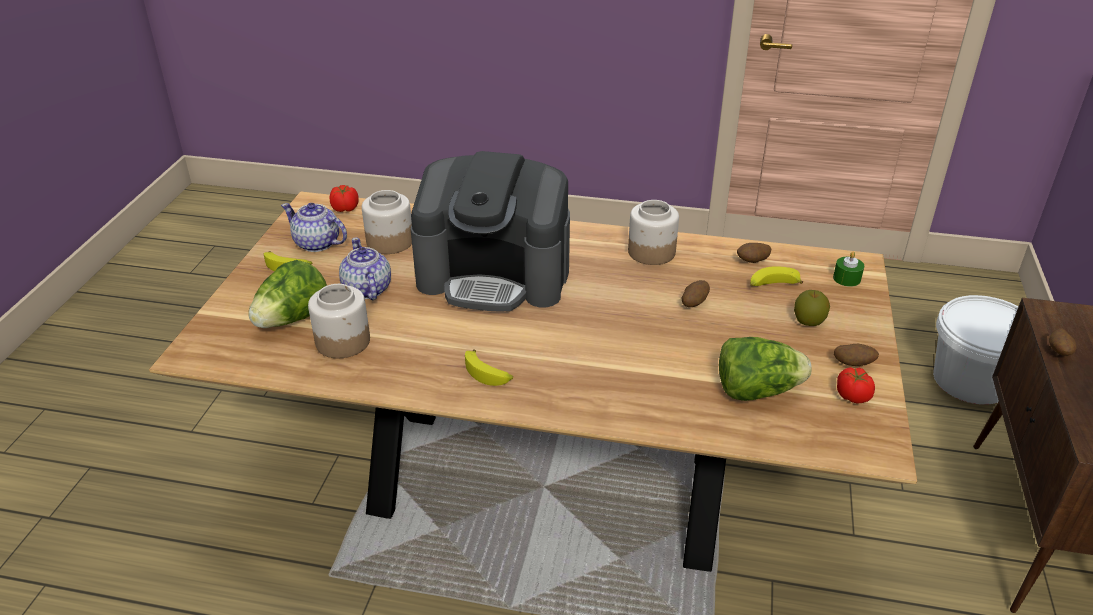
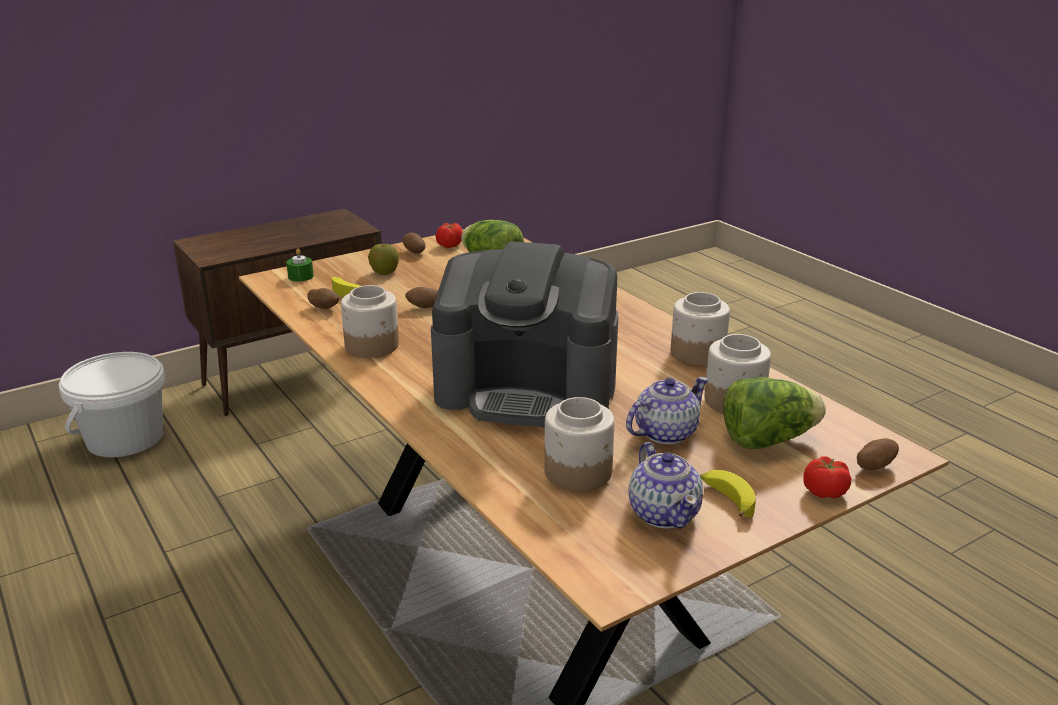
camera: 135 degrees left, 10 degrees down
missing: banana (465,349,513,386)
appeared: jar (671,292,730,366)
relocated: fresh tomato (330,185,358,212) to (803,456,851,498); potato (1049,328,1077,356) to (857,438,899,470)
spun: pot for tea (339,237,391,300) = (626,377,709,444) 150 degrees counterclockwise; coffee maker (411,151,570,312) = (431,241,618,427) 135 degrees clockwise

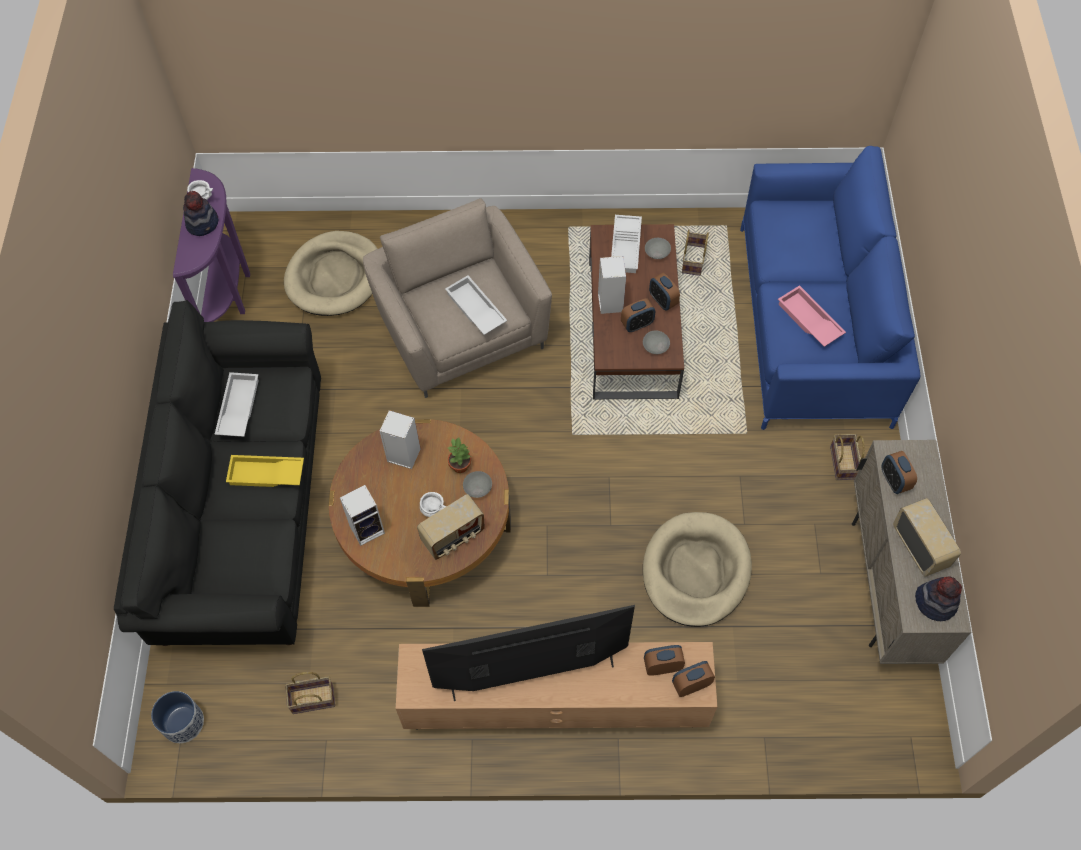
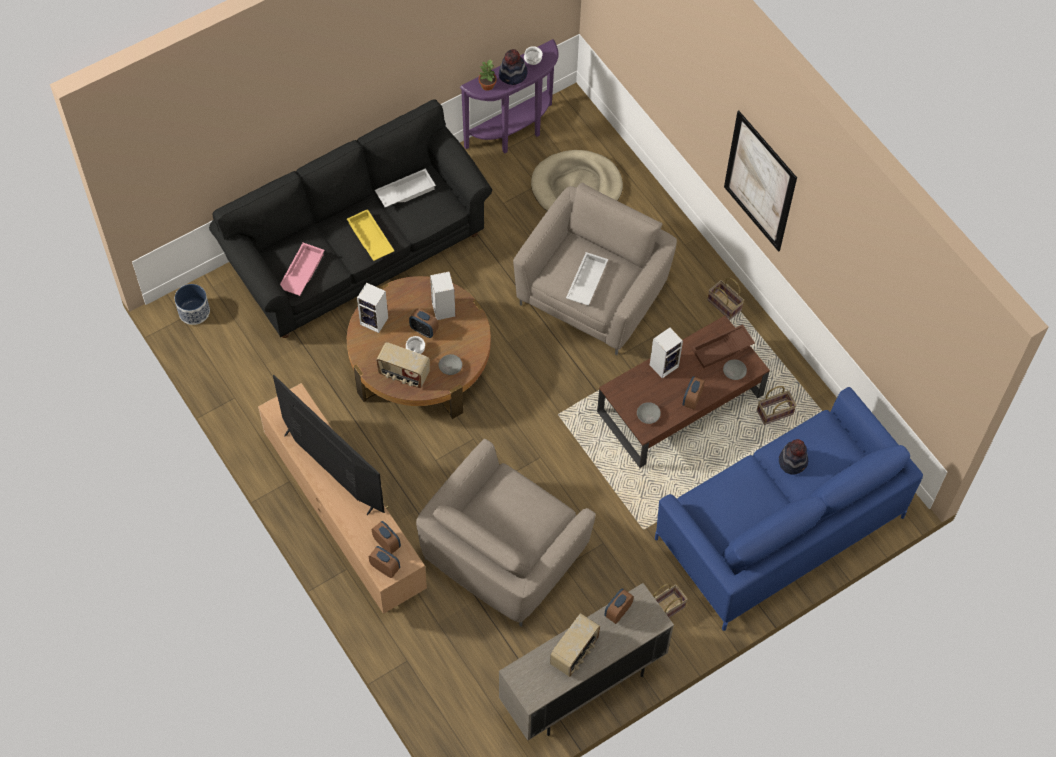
camera: 55 degrees right, 0 degrees up
appeared: wall art (724,110,797,252)
relocated: household basket (285,672,335,714) to (707,277,744,320); houseplant (448,438,471,473) to (479,60,497,91); table clock (621,298,655,332) to (409,308,439,338); tray (pink) (778,285,846,347) to (280,243,325,296); clothing hat (915,576,962,621) to (779,439,808,475)
exchanged: pet bed (sand-coloured) (643,512,752,627) to easy chair (sand-coloured) (416,439,596,627)
colour: tray (whitish) (611,215,642,273) to tray (brown-coloured) (692,325,755,368)

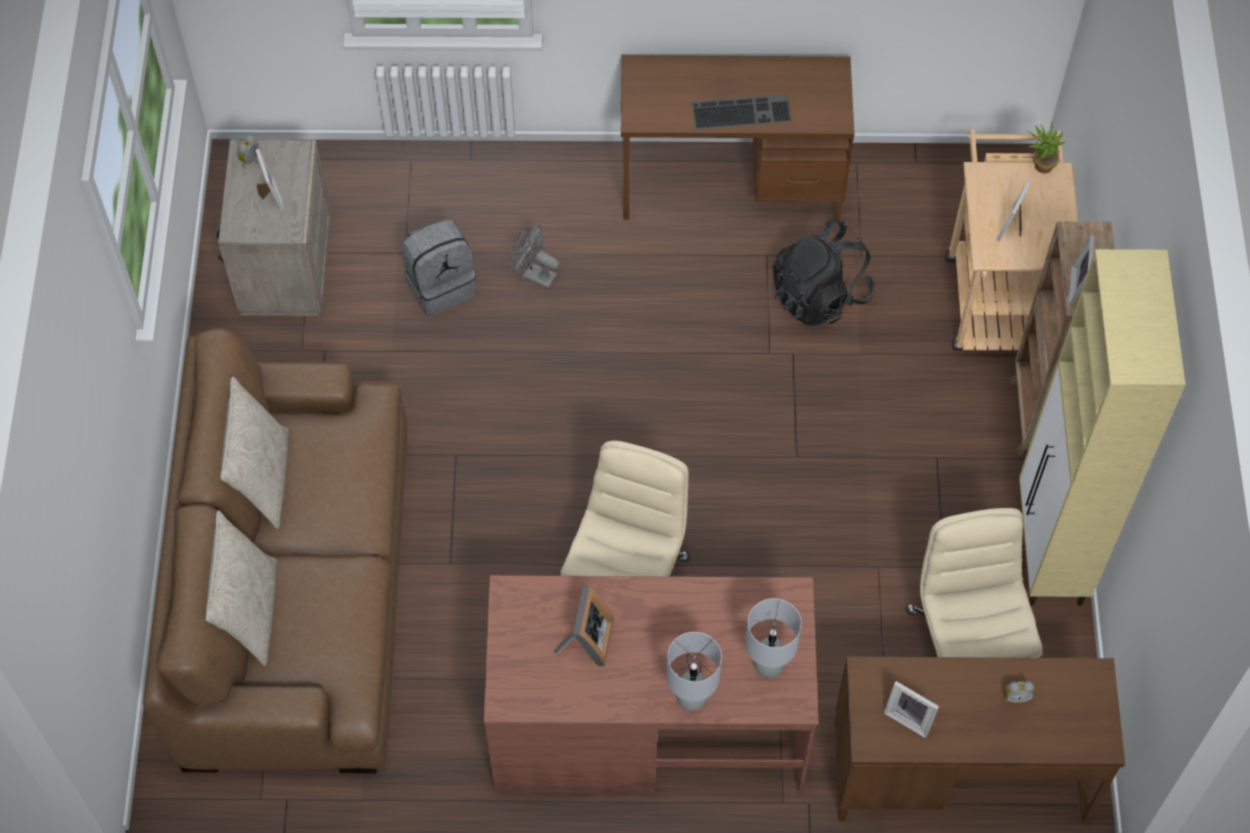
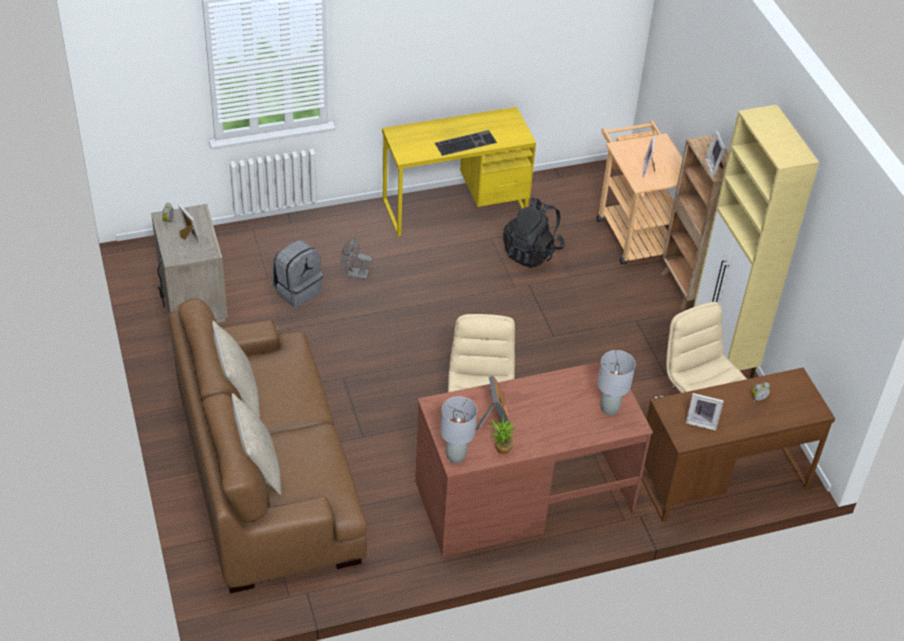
camera: 20 degrees left, 15 degrees down
relocated: tabletop lamp (grey) (667,632,722,711) to (440,396,477,463); houseplant (1027,121,1066,173) to (487,414,517,454)
colour: desk table (brown-coloured) (621,55,855,221) to desk table (yellow-coloured) (382,107,536,236)

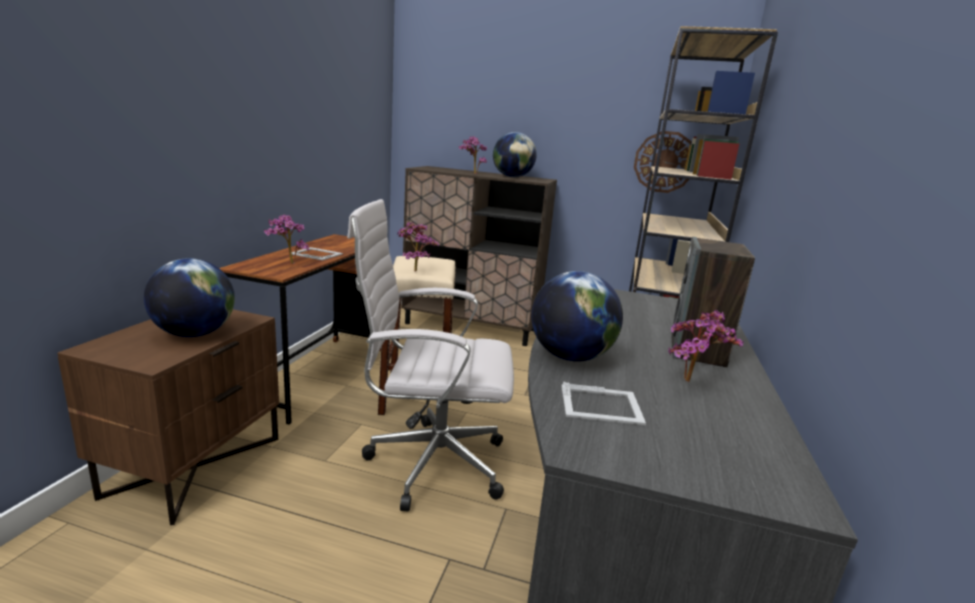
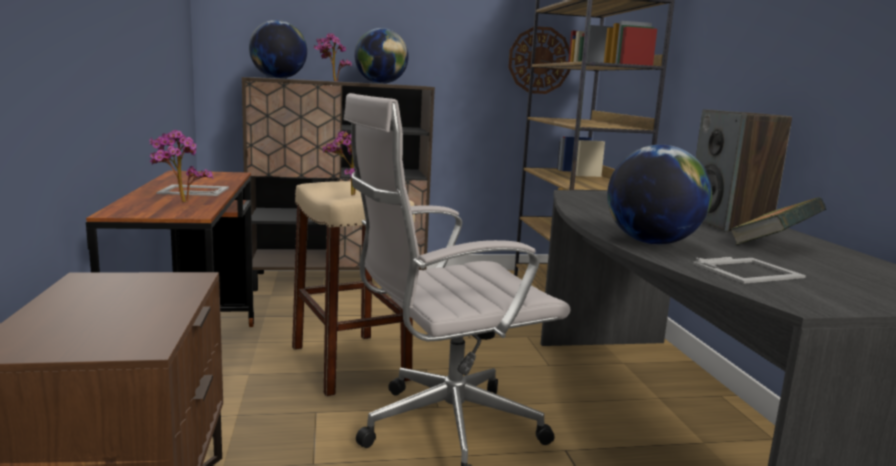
camera: 25 degrees left, 5 degrees down
relocated: desk globe (144,258,235,337) to (249,20,307,79)
exchanged: houseplant (668,310,744,382) to volume (729,197,826,245)

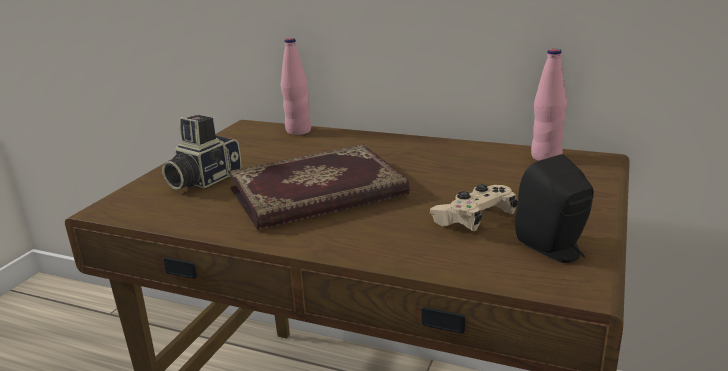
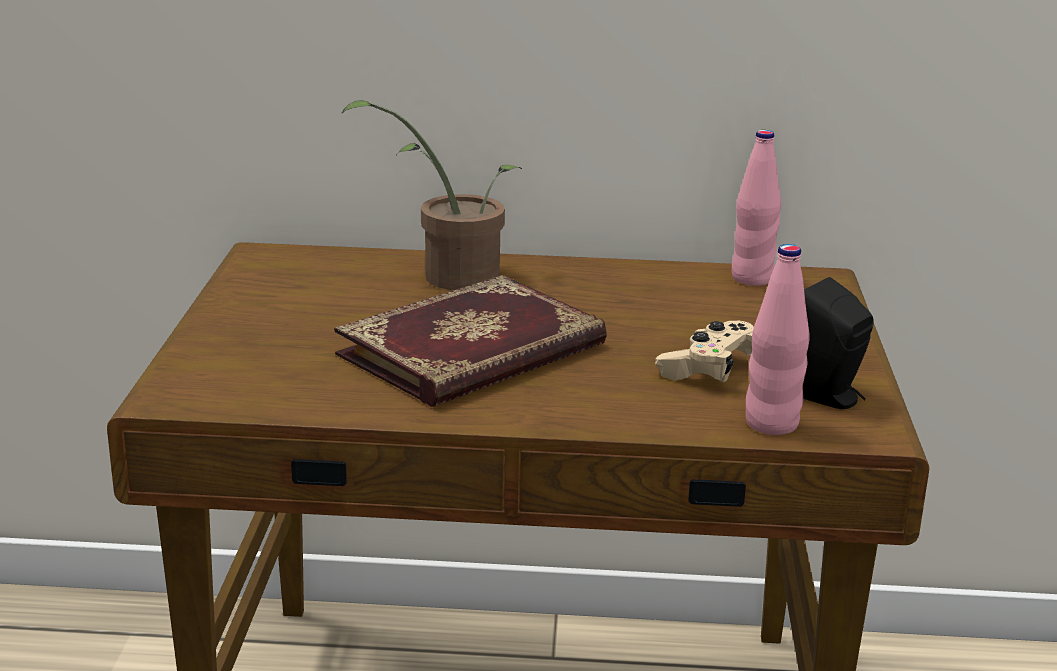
camera: 20 degrees left, 0 degrees up
missing: still camera (162,115,242,190)
appeared: houseplant (341,100,523,290)
relocated: bottle (pink) (281,38,311,135) to (746,244,810,435)

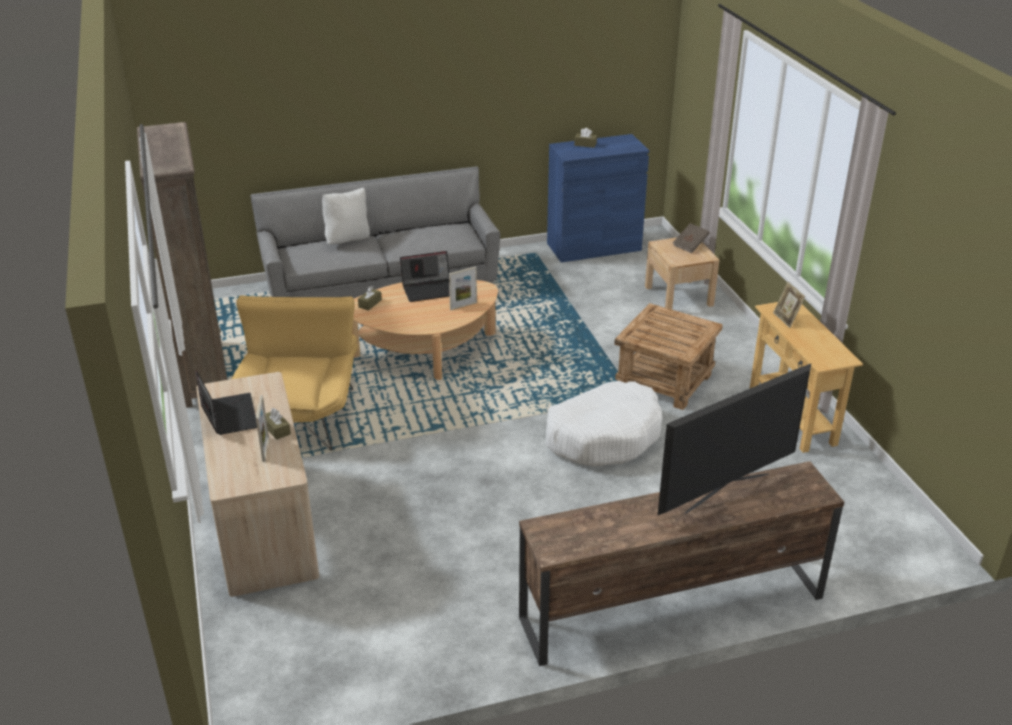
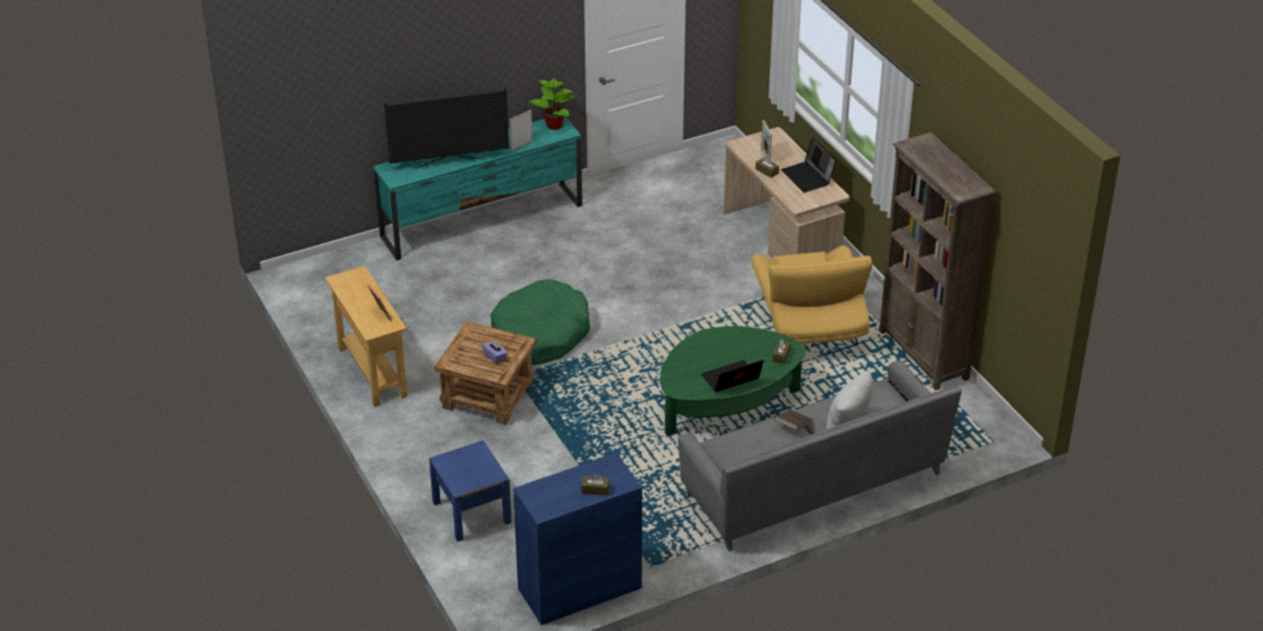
camera: 170 degrees right, 5 degrees up
appeared: box of tissues (purple) (482,340,508,364); houseplant (528,78,576,130)
relocated: picture frame (449,266,477,310) to (509,110,533,151); volume (brown-coloured) (673,223,710,253) to (774,410,813,430)
colour: coffee table (sand-coloured) (352,280,498,380) to coffee table (green) (660,326,806,435); tv stand (brown-coloured) (519,461,844,666) to tv stand (turquoise) (373,116,582,260); pet bed (whitish) (546,381,663,466) to pet bed (green) (490,279,590,365); night table (sand-coloured) (645,238,719,309) to night table (blue) (429,440,512,542)
spun: TV set (657,364,811,516) = (384,88,509,169) 150 degrees counterclockwise

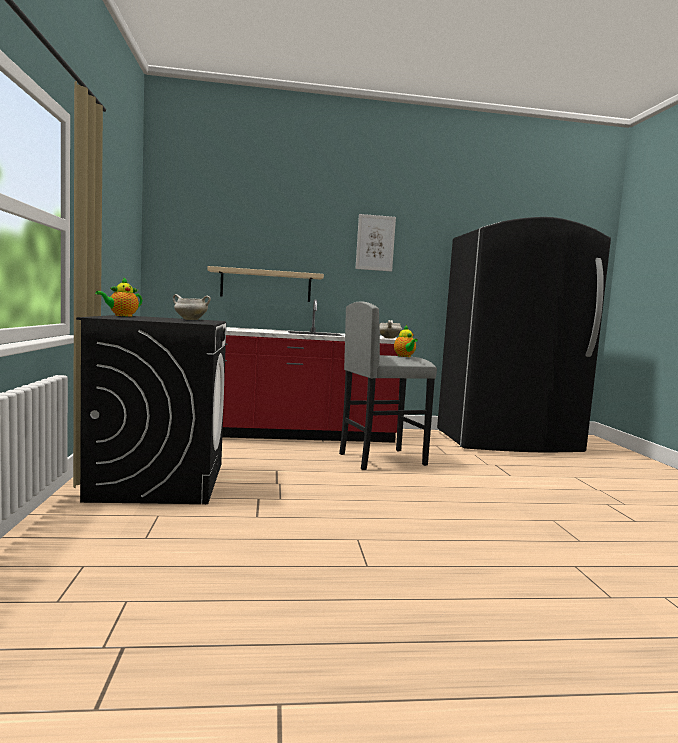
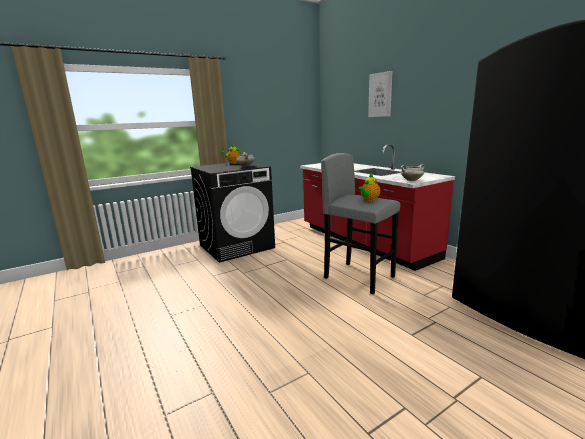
camera: 65 degrees right, 10 degrees up
missing: bracket shelf (sand-coloured) (207,266,324,302)
relocated: wall art (355,214,396,271) to (368,71,393,117)

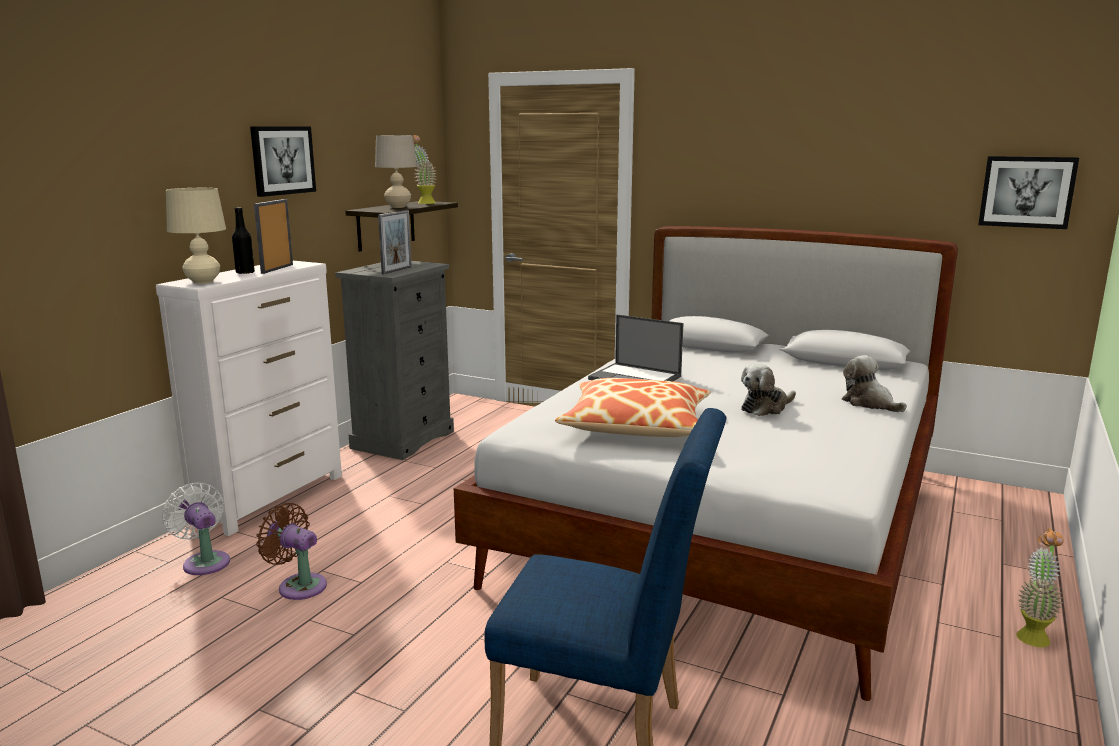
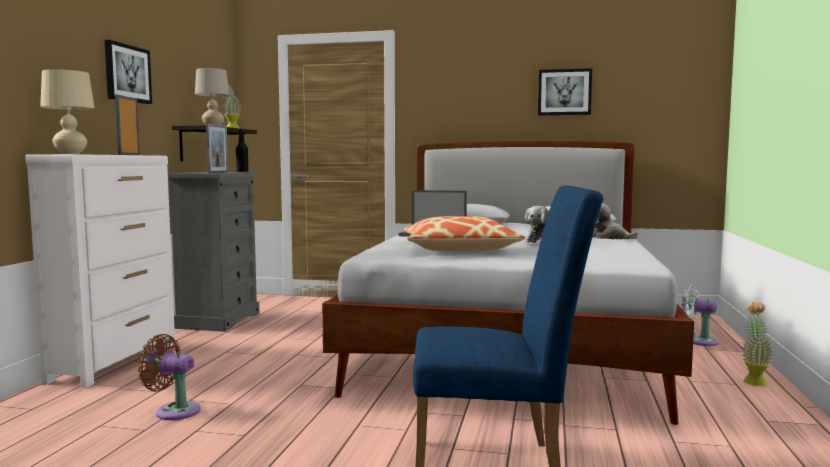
camera: 15 degrees left, 10 degrees down
relocated: electric fan (whitish) (162,482,230,575) to (681,285,719,346); bottle (black) (232,207,255,274) to (236,129,249,172); wall art (978,156,1079,229) to (538,68,592,115)

